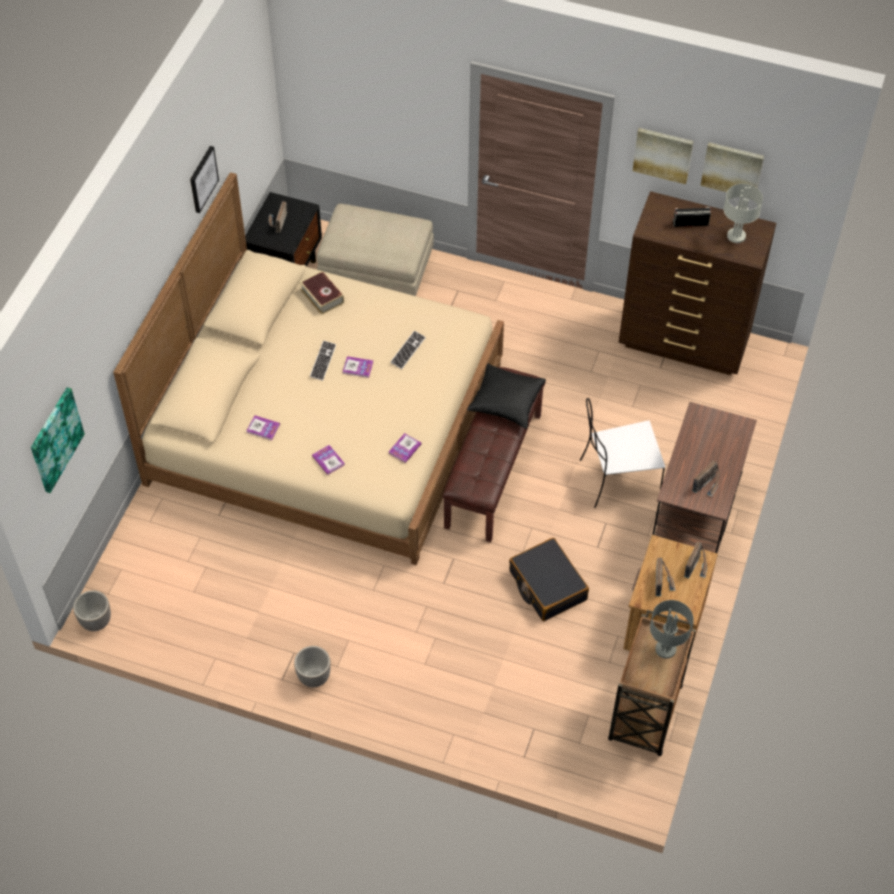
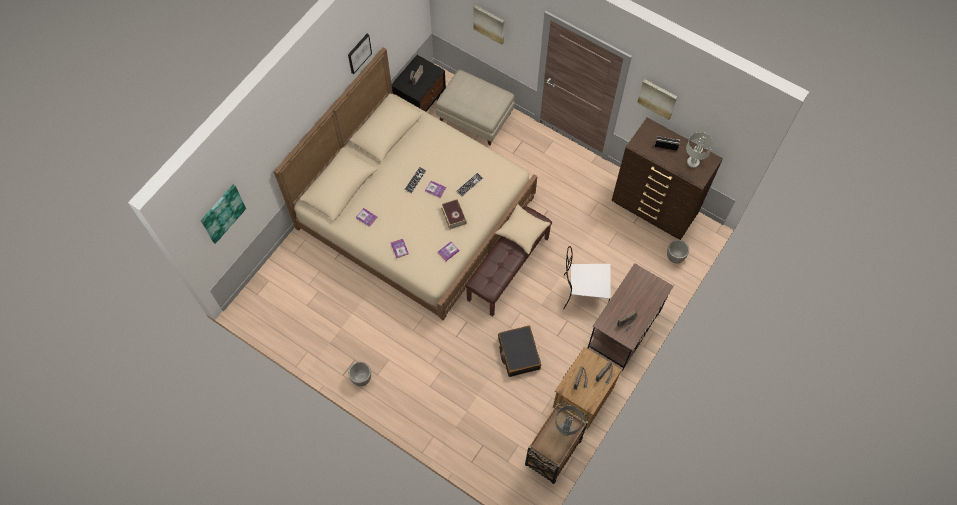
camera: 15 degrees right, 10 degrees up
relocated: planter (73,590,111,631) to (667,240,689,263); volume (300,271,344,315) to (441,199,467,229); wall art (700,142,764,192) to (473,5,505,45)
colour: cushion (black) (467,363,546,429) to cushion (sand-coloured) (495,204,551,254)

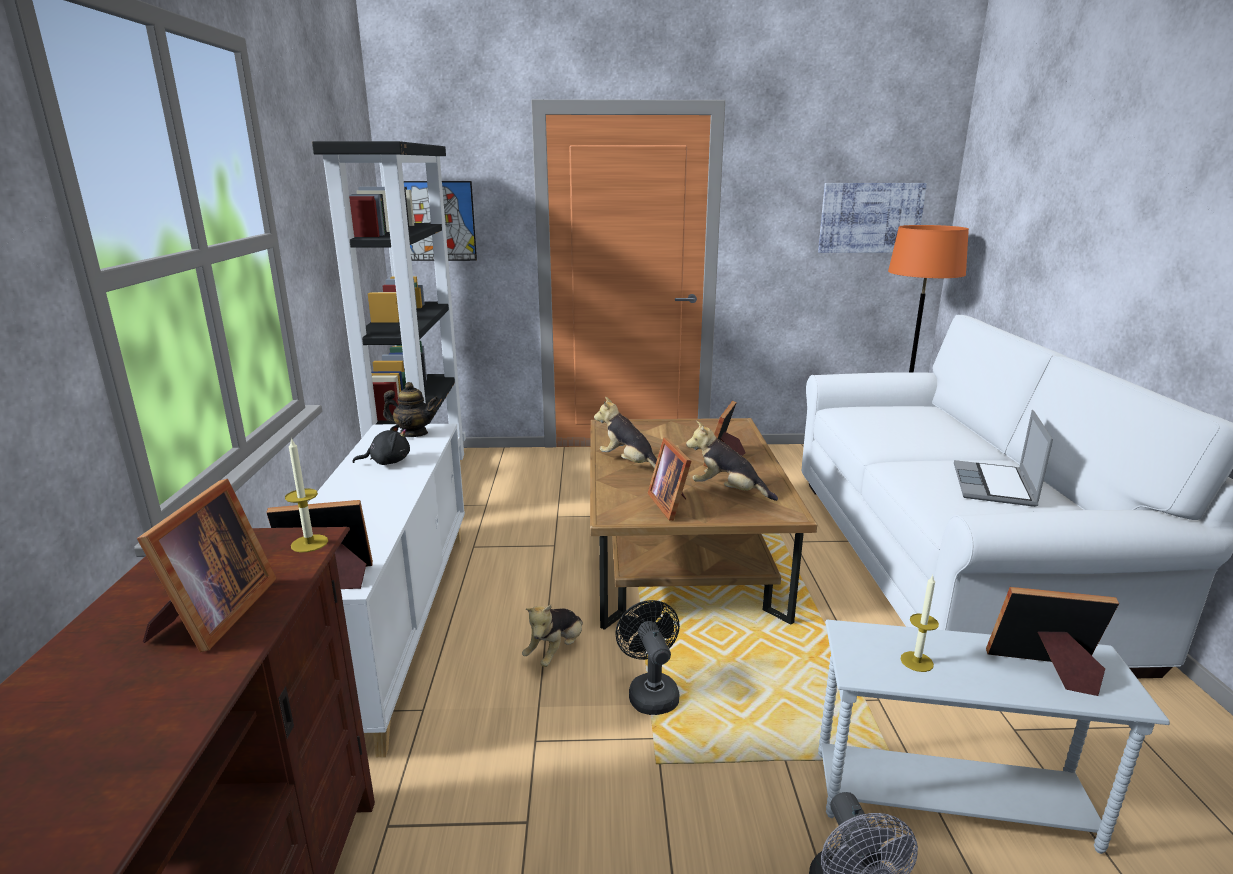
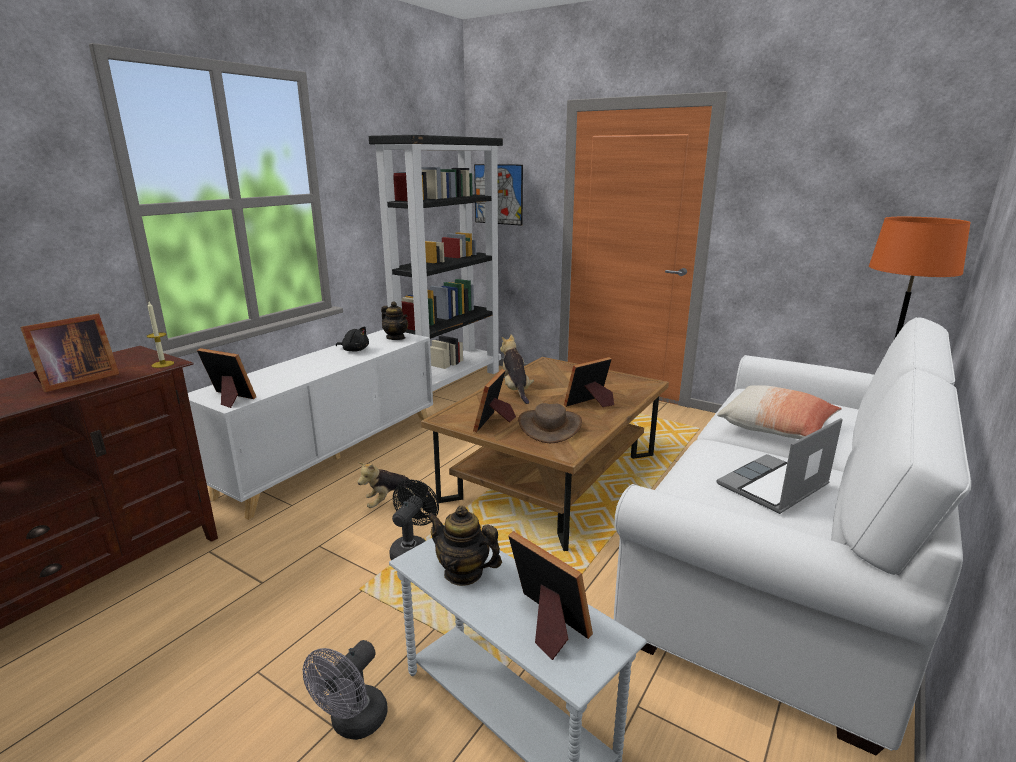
camera: 35 degrees right, 0 degrees up
missing: wall art (818,183,927,253)
appeared: cushion (717,385,842,439)
exchanged: cuddly toy (686,421,778,501) to clothing hat (brown-coloured) (518,403,582,443); candle (900,575,939,672) to pot for tea (427,506,502,586)

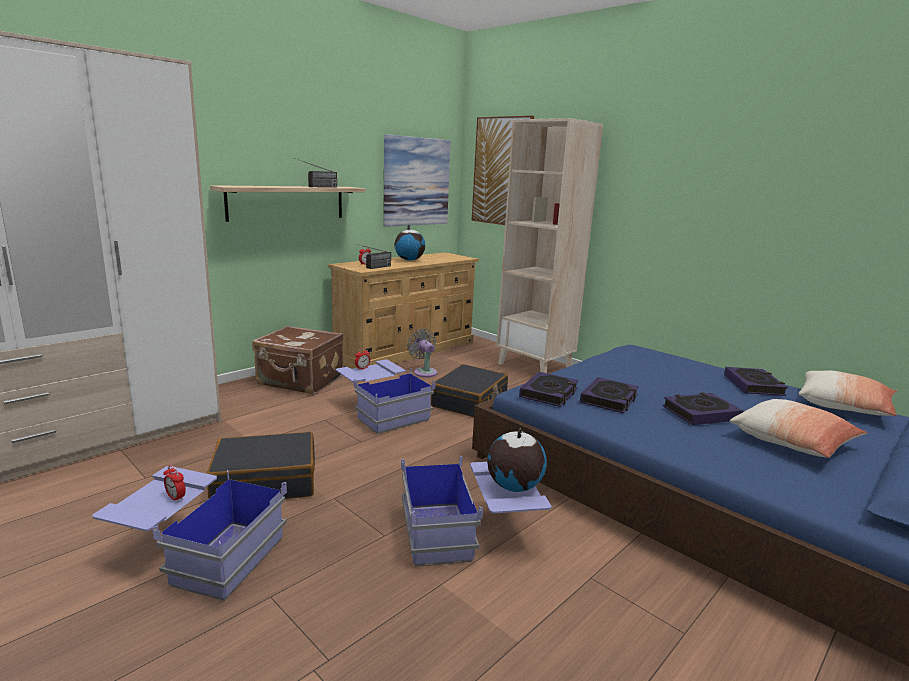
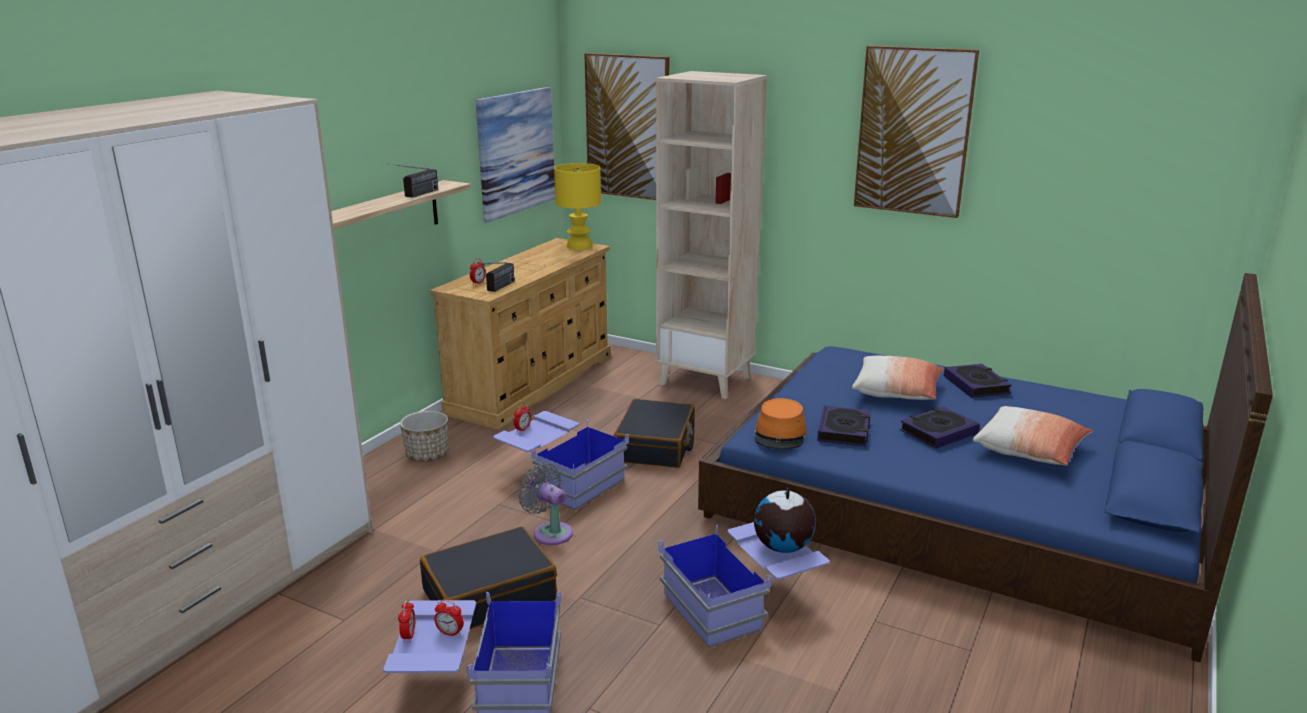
camera: 15 degrees left, 5 degrees up
missing: desk globe (395,225,425,261)
appeared: table clock (398,600,415,642); tabletop lamp (yellow-coloured) (554,163,601,250); wall art (854,46,979,218)
relocated: electric fan (grey) (407,329,437,377) to (518,463,573,545); cushion (798,371,897,416) to (852,356,945,400)
exchanged: suitcase (brown-coloured) (252,326,344,395) to planter (400,411,449,462); volume (519,372,578,407) to clothing hat (orange-coloured) (754,398,807,449)

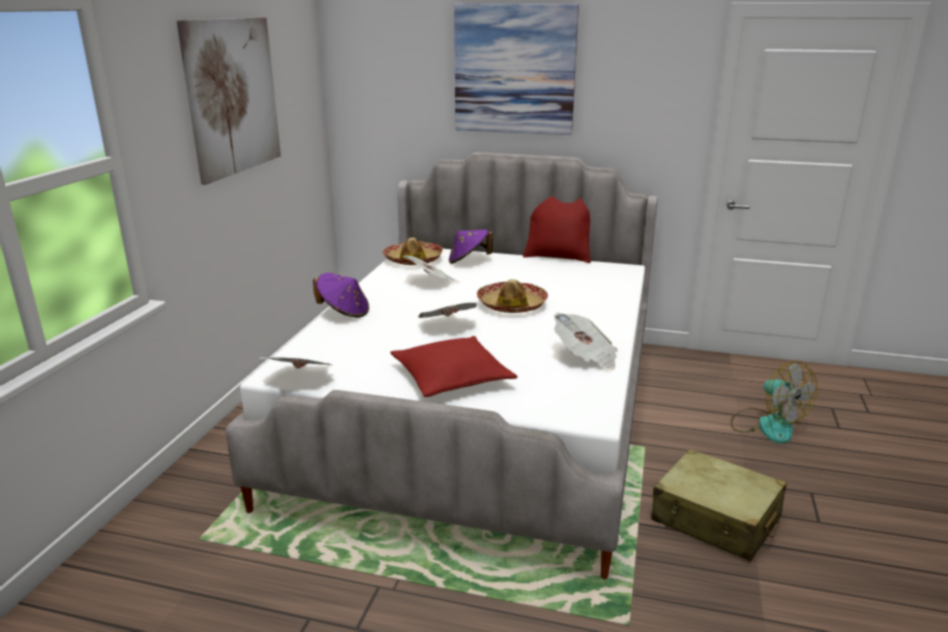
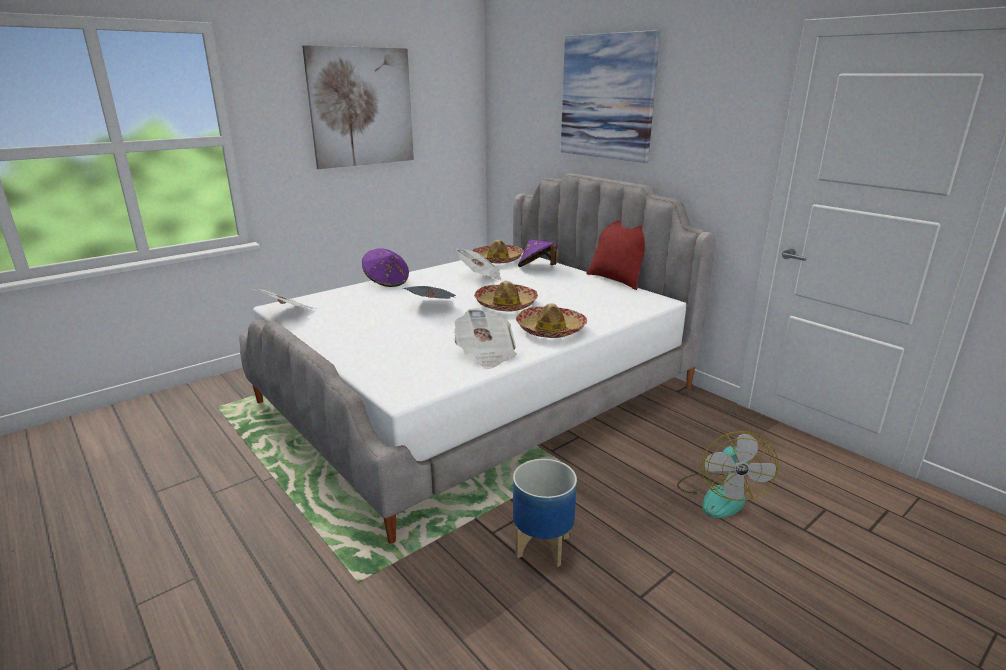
camera: 35 degrees right, 0 degrees up
missing: cushion (red-coloured) (390,336,517,397)
appeared: clothing hat (516,303,587,338)
exchanged: suitcase (sand-coloured) (652,449,787,561) to planter (513,459,577,567)

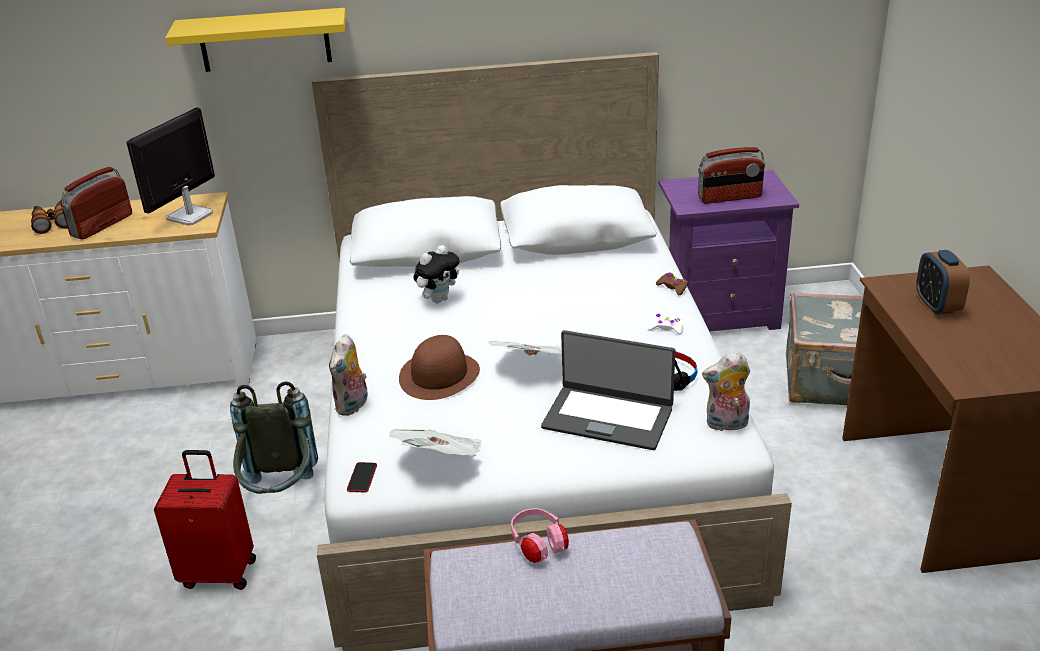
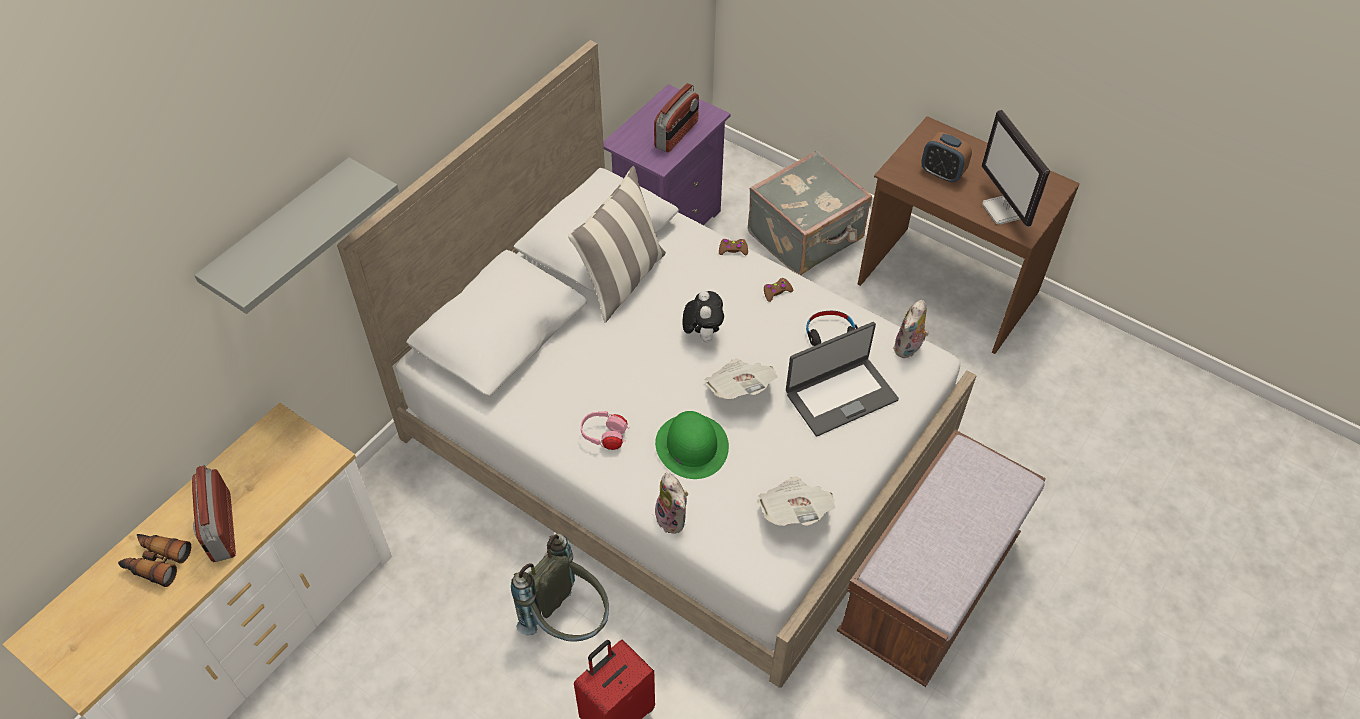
camera: 50 degrees left, 20 degrees up
missing: phone (347,462,377,492)
appeared: cushion (568,166,666,323)
relocated: computer display (127,107,215,226) to (981,110,1050,227); cuddly toy (413,245,459,303) to (682,291,724,342); headset (pink) (511,508,569,563) to (581,411,630,450)
colour: bracket shelf (yellow-coloured) (165,8,346,72) to bracket shelf (grey) (194,157,399,314); clothing hat (brown-coloured) (399,335,480,400) to clothing hat (green) (655,411,729,479); gamepad (whitish) (648,314,683,334) to gamepad (brown-coloured) (764,278,793,302)

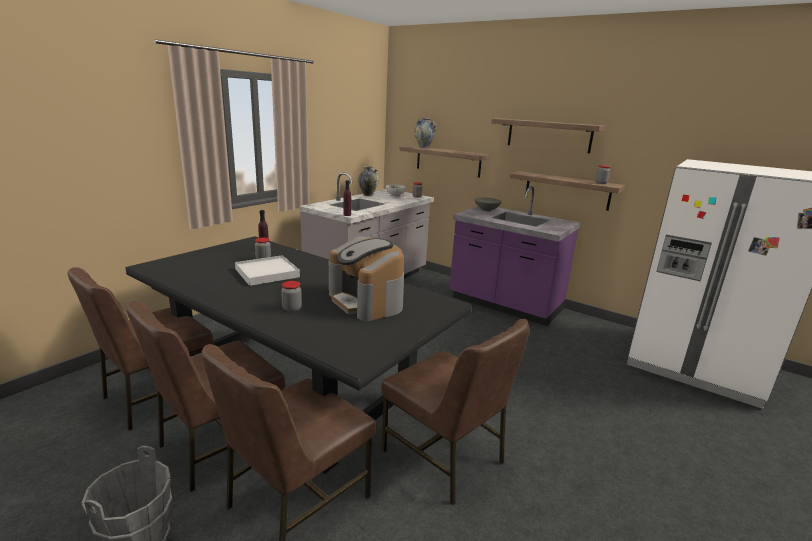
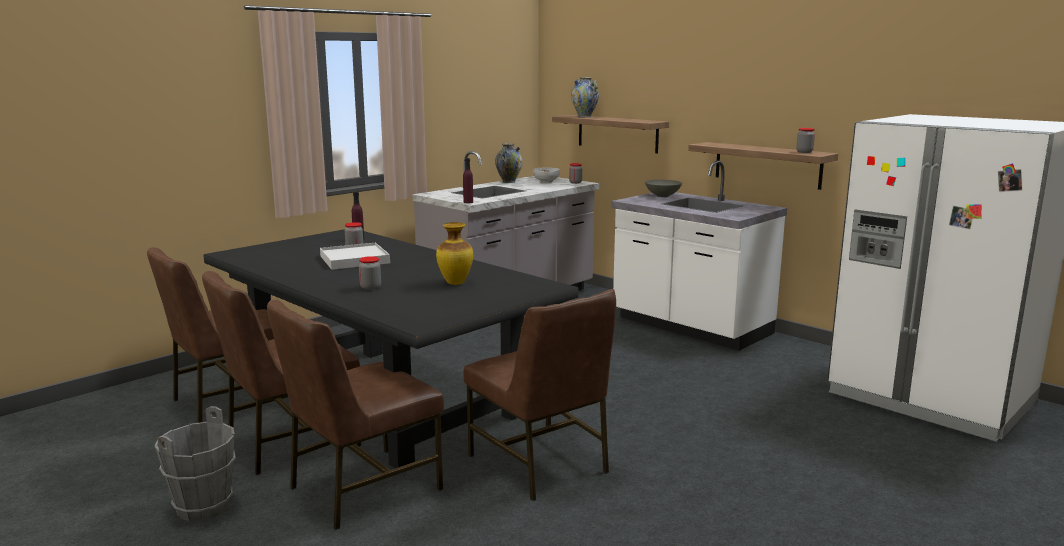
camera: 10 degrees right, 5 degrees down
missing: bracket shelf (491,119,606,153)
exchanged: coffee maker (329,236,404,321) to decorative vase (436,222,473,285)
colour: counter (purple) (449,186,581,326) to counter (whitish) (611,160,787,351)

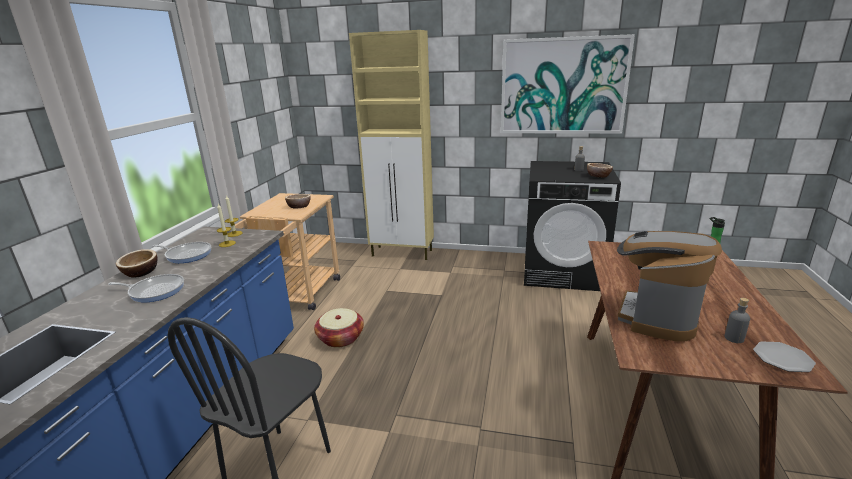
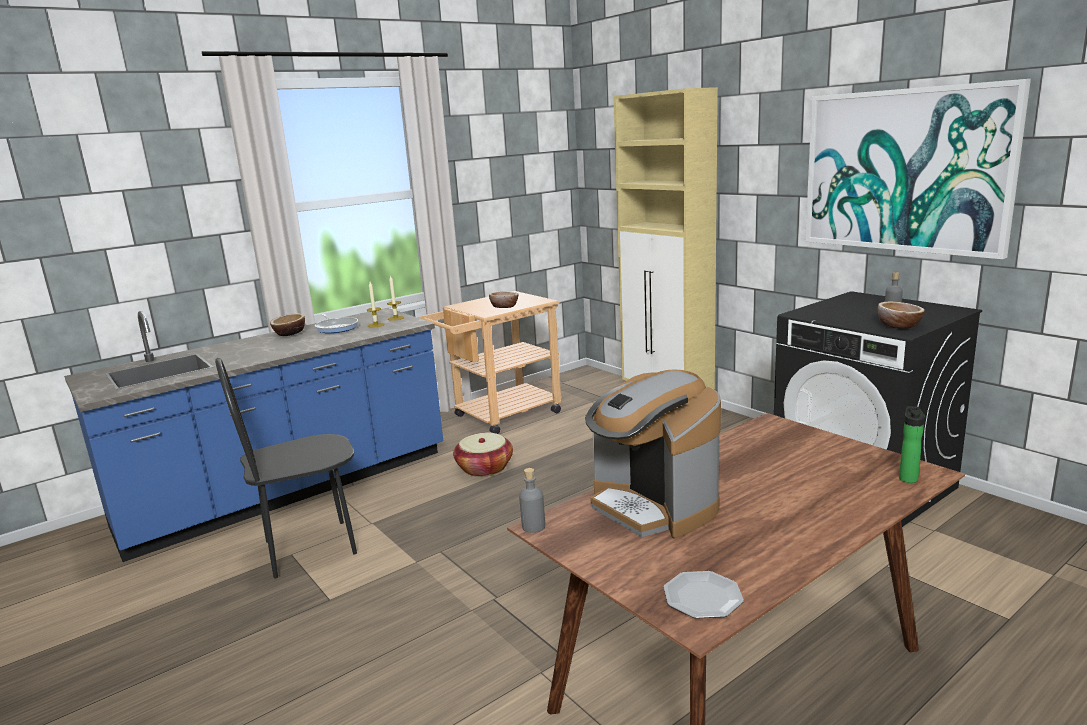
camera: 40 degrees right, 5 degrees down
missing: skillet (108,274,184,302)
relocated: bottle (grey) (725,298,750,343) to (519,468,545,533)
spun: coffee maker (617,231,722,342) = (585,369,721,538) 105 degrees counterclockwise

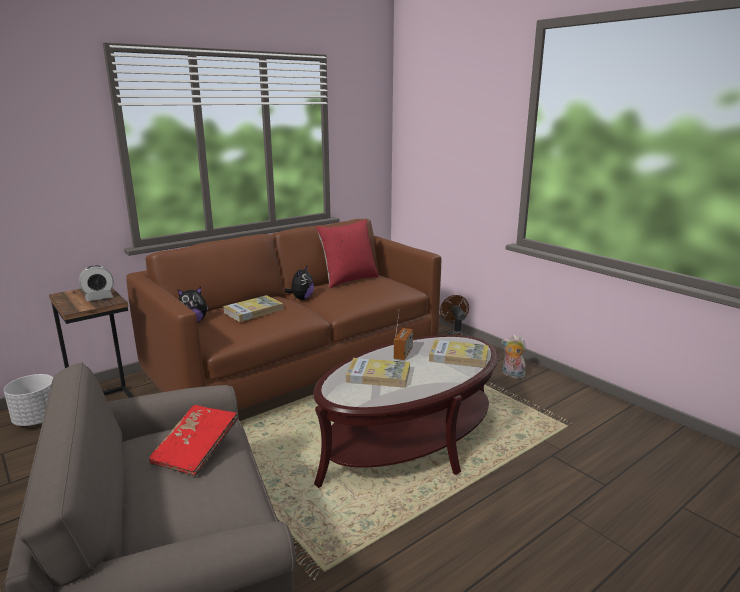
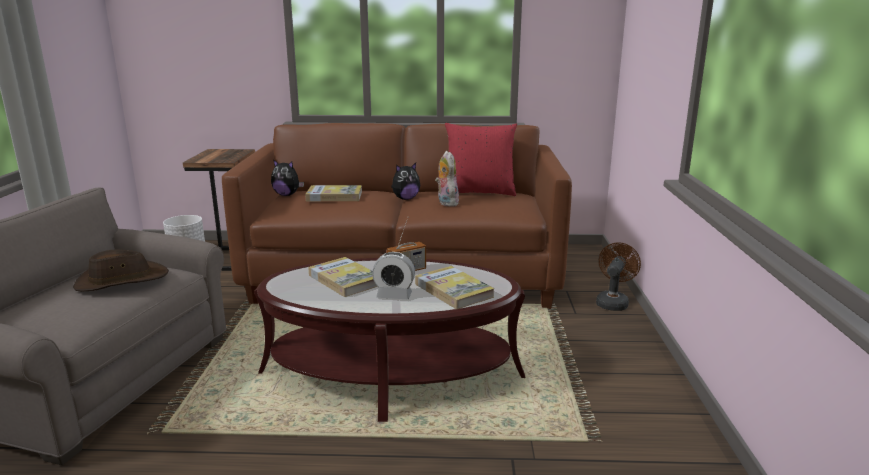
camera: 40 degrees right, 0 degrees up
relocated: table clock (79,265,114,301) to (372,252,415,299); cuddly toy (502,335,526,379) to (435,151,459,207)
exchanged: volume (red-coloured) (149,405,238,476) to clothing hat (brown-coloured) (73,250,169,291)

